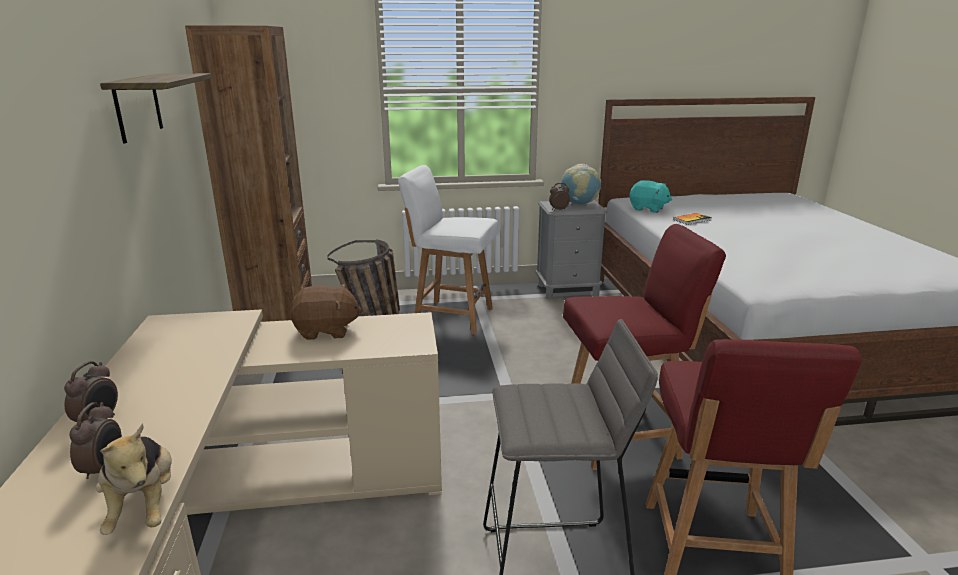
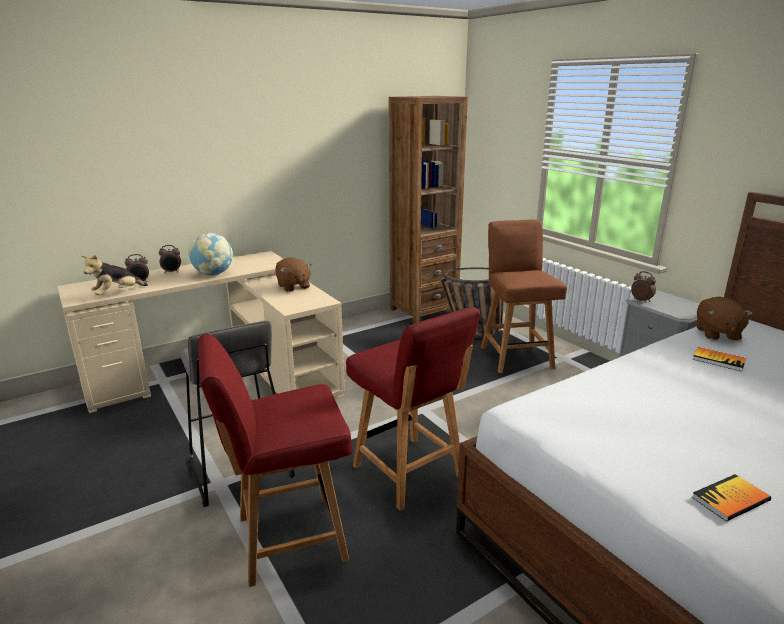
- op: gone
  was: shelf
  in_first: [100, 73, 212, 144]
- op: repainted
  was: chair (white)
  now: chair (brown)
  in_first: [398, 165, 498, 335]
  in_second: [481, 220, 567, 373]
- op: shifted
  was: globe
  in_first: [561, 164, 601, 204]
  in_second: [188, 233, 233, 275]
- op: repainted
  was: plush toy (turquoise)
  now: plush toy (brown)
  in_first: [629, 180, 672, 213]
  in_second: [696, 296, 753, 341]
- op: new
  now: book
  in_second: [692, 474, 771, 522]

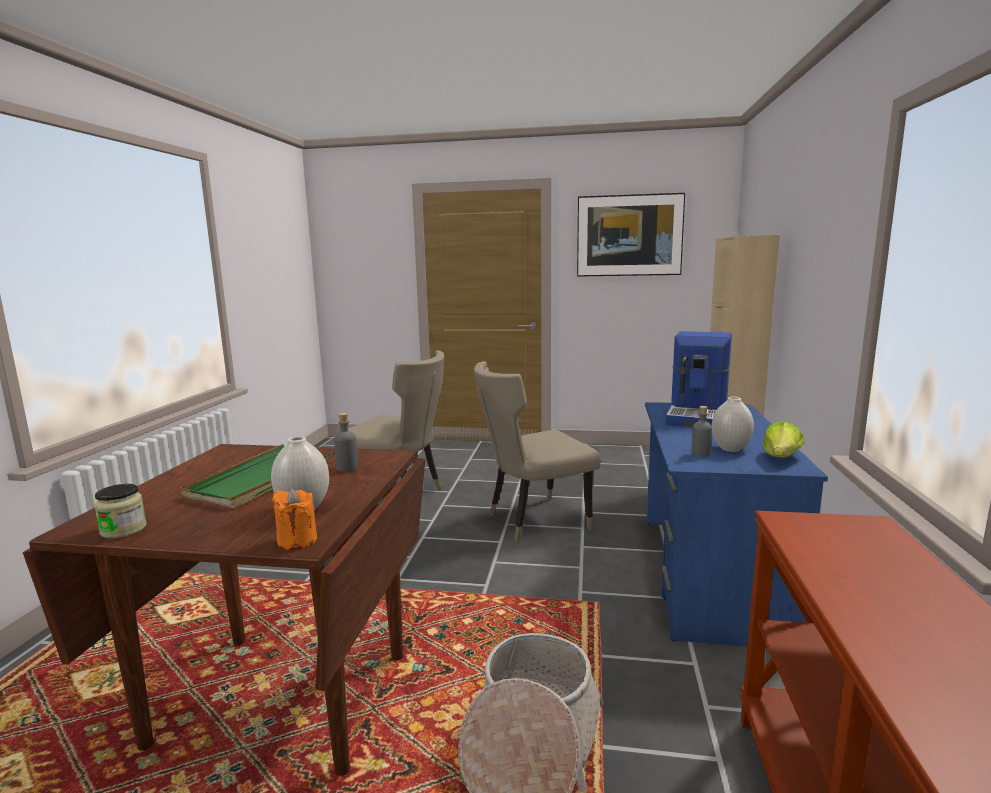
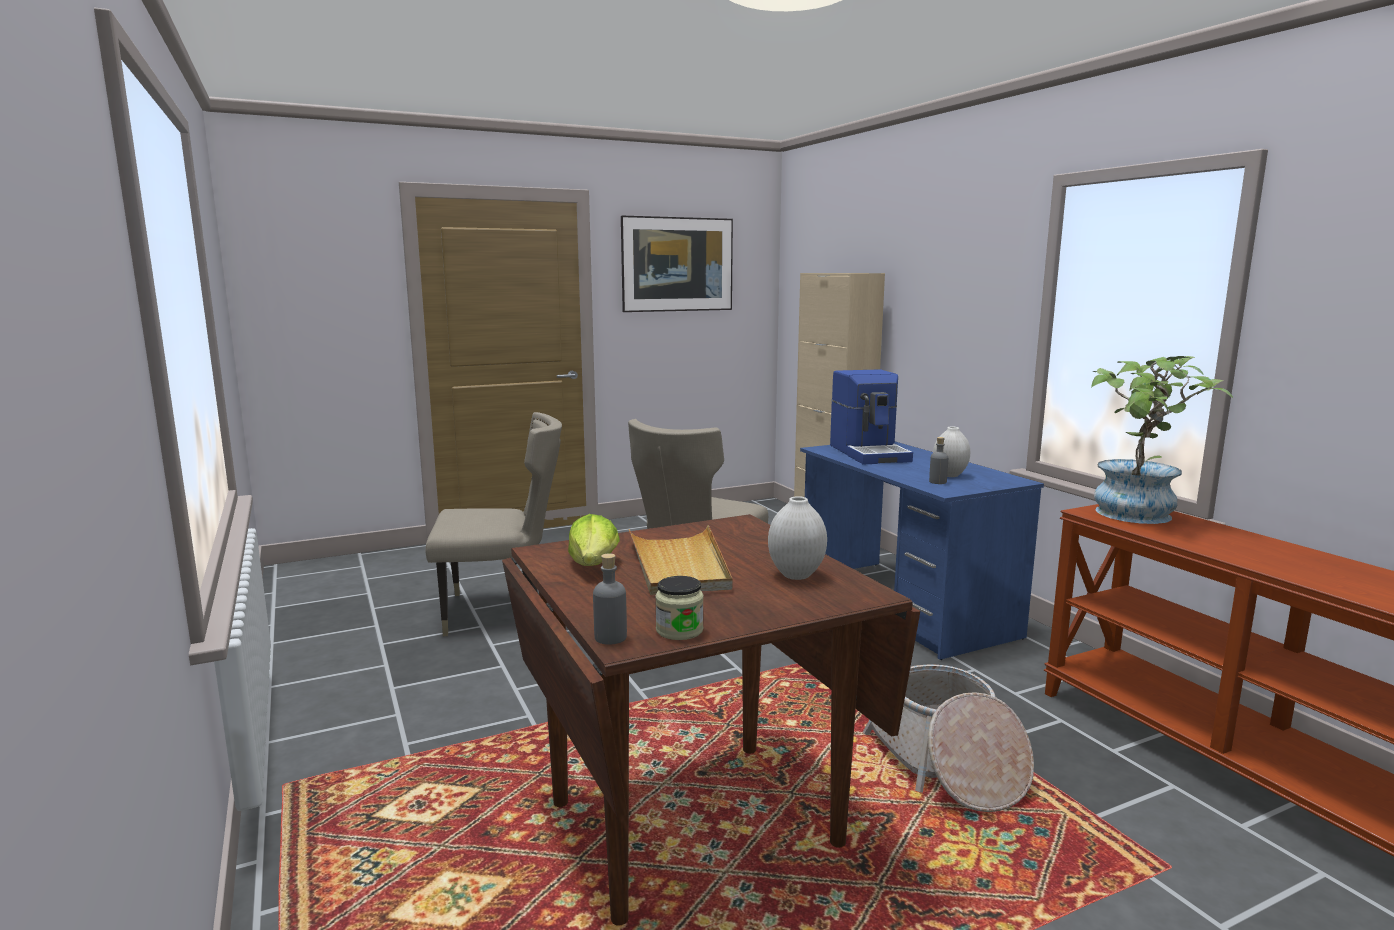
- op: repainted
  was: tray (green)
  now: tray (beige)
  in_first: [181, 444, 335, 508]
  in_second: [629, 525, 732, 595]
- op: gone
  was: candle (orange)
  in_first: [272, 489, 317, 550]
- op: shifted
  was: bottle (grey)
  in_first: [334, 413, 358, 472]
  in_second: [593, 553, 627, 645]
- op: shifted
  was: lettuce
  in_first: [763, 421, 805, 457]
  in_second: [568, 514, 620, 566]
- op: new
  now: potted plant
  in_second: [1091, 356, 1233, 524]

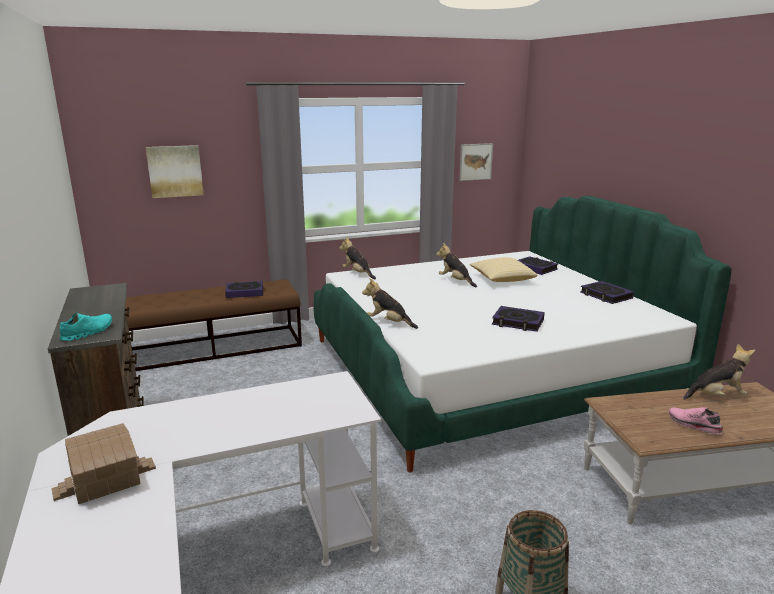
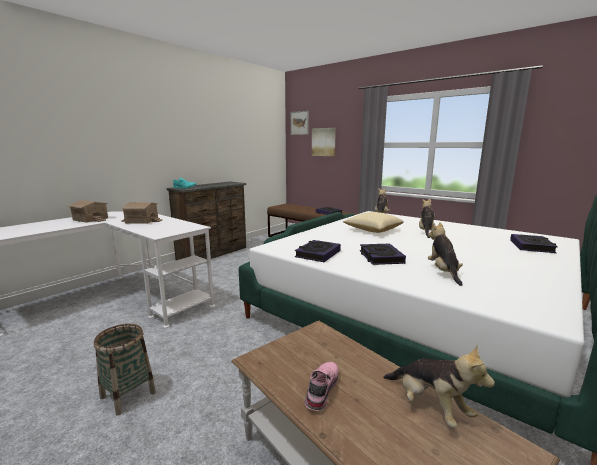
- op: shifted
  was: plush toy
  in_first: [362, 278, 418, 329]
  in_second: [428, 222, 463, 286]
- op: shifted
  was: picture
  in_first: [459, 143, 493, 181]
  in_second: [291, 111, 309, 135]
- op: shifted
  was: pillow
  in_first: [470, 257, 537, 282]
  in_second: [343, 212, 404, 233]
- op: shifted
  was: book
  in_first: [580, 281, 634, 304]
  in_second: [295, 240, 341, 262]
- op: new
  now: toy house
  in_second: [121, 202, 162, 224]

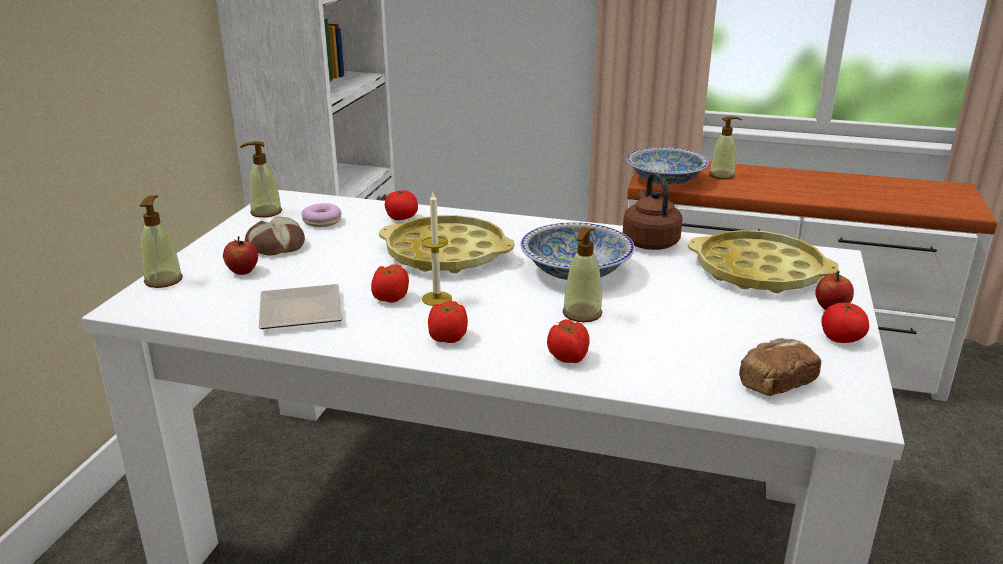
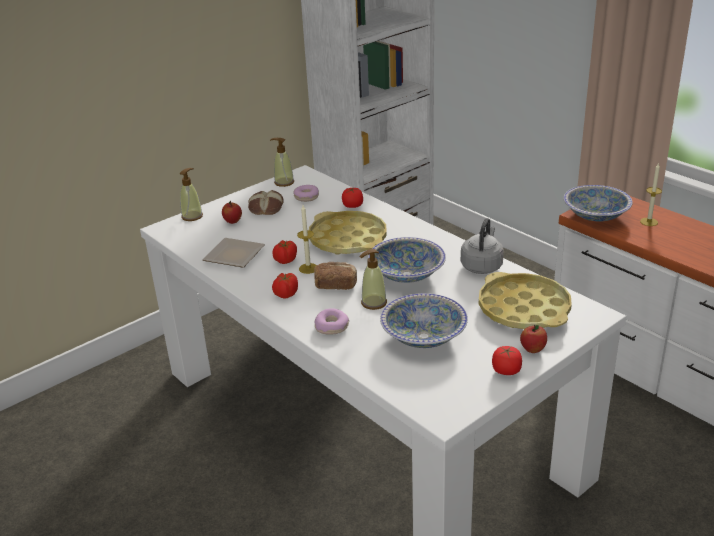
- op: swapped
  was: tomato
  now: donut
  in_first: [547, 319, 590, 363]
  in_second: [314, 308, 349, 335]
- op: repainted
  was: kettle (brown)
  now: kettle (grey)
  in_first: [623, 173, 683, 250]
  in_second: [461, 218, 504, 274]
- op: swapped
  was: soap dispenser
  now: candle
  in_first: [709, 116, 742, 180]
  in_second: [640, 164, 662, 226]
- op: shifted
  was: bread
  in_first: [739, 338, 821, 396]
  in_second: [314, 262, 357, 290]
- op: new
  now: bowl
  in_second: [380, 293, 468, 348]

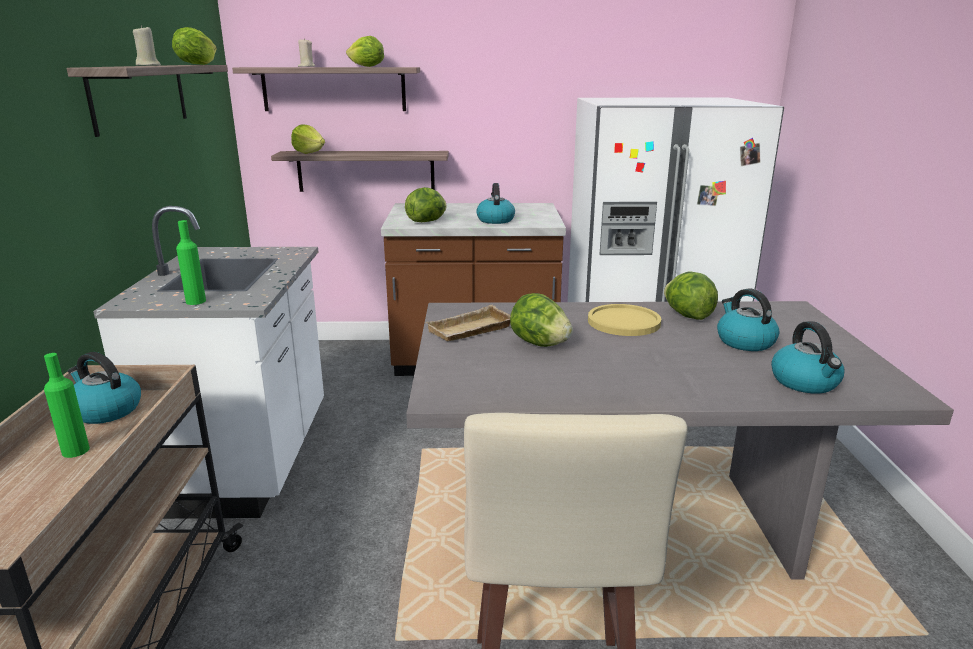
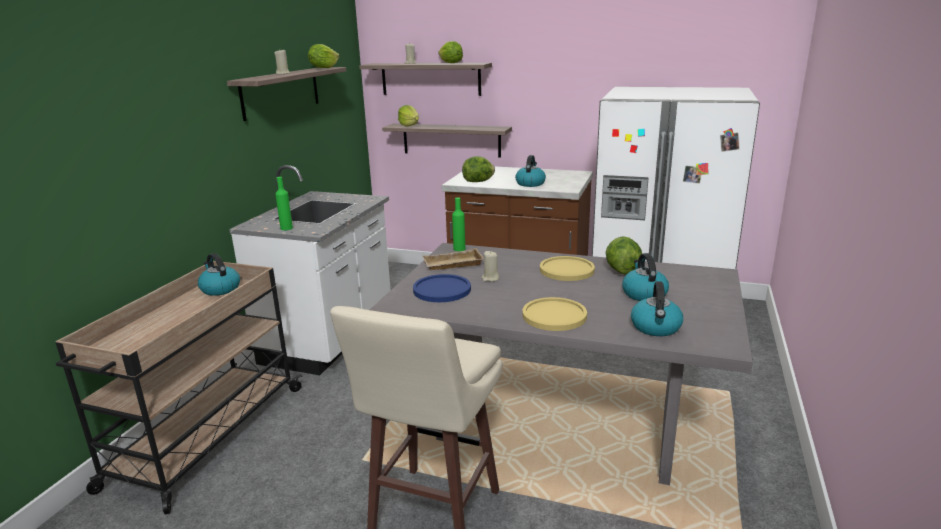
- op: shifted
  was: bottle (green)
  in_first: [44, 353, 90, 458]
  in_second: [452, 198, 465, 251]
- op: swapped
  was: lettuce
  now: candle (beige)
  in_first: [510, 293, 573, 347]
  in_second: [482, 251, 500, 282]
- op: new
  now: plate (blue)
  in_second: [413, 274, 471, 302]
- op: new
  now: plate (yellow)
  in_second: [522, 297, 587, 331]

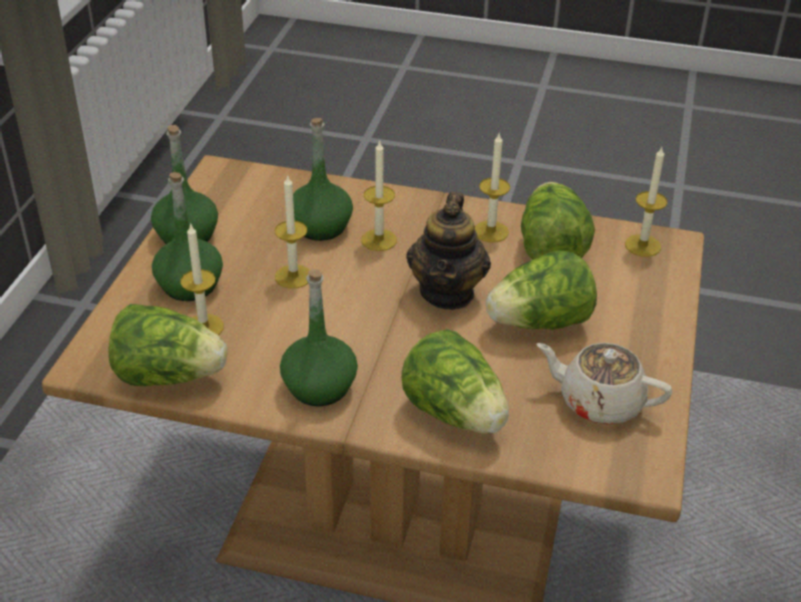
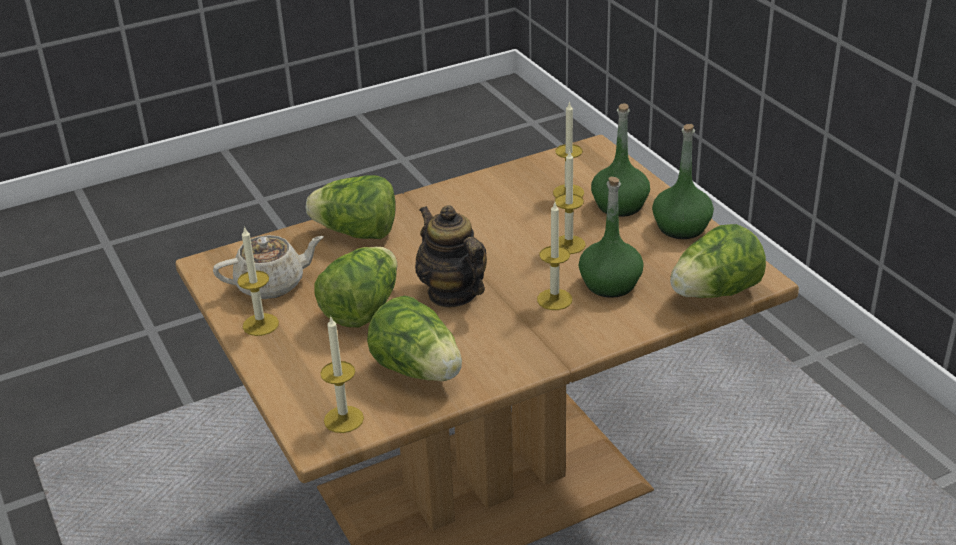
- op: shifted
  was: lettuce
  in_first: [108, 304, 227, 386]
  in_second: [670, 224, 766, 298]
- op: gone
  was: bottle (green)
  in_first: [280, 269, 358, 406]
- op: shifted
  was: candle
  in_first: [475, 134, 510, 243]
  in_second: [237, 226, 279, 336]

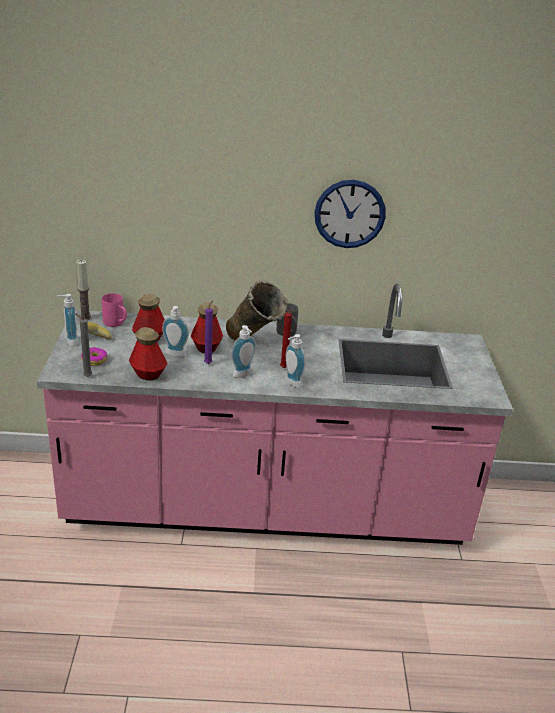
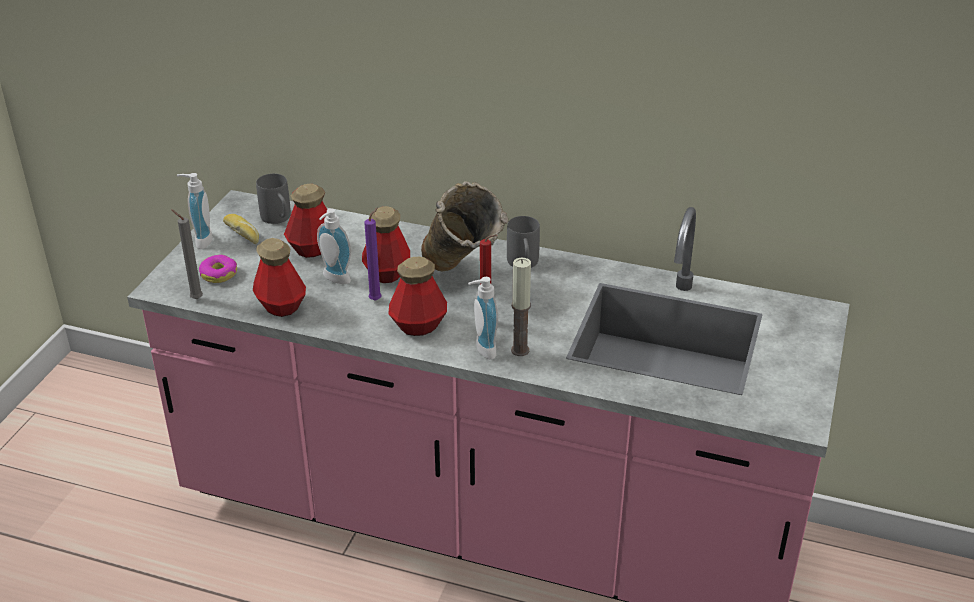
- op: shifted
  was: candle
  in_first: [76, 260, 91, 320]
  in_second: [511, 257, 531, 356]
- op: repainted
  was: mug (pink)
  now: mug (grey)
  in_first: [102, 293, 127, 327]
  in_second: [256, 174, 291, 224]
- op: swapped
  was: soap dispenser
  now: bottle
  in_first: [231, 325, 256, 378]
  in_second: [388, 257, 447, 336]
- op: gone
  was: wall clock
  in_first: [314, 180, 386, 248]

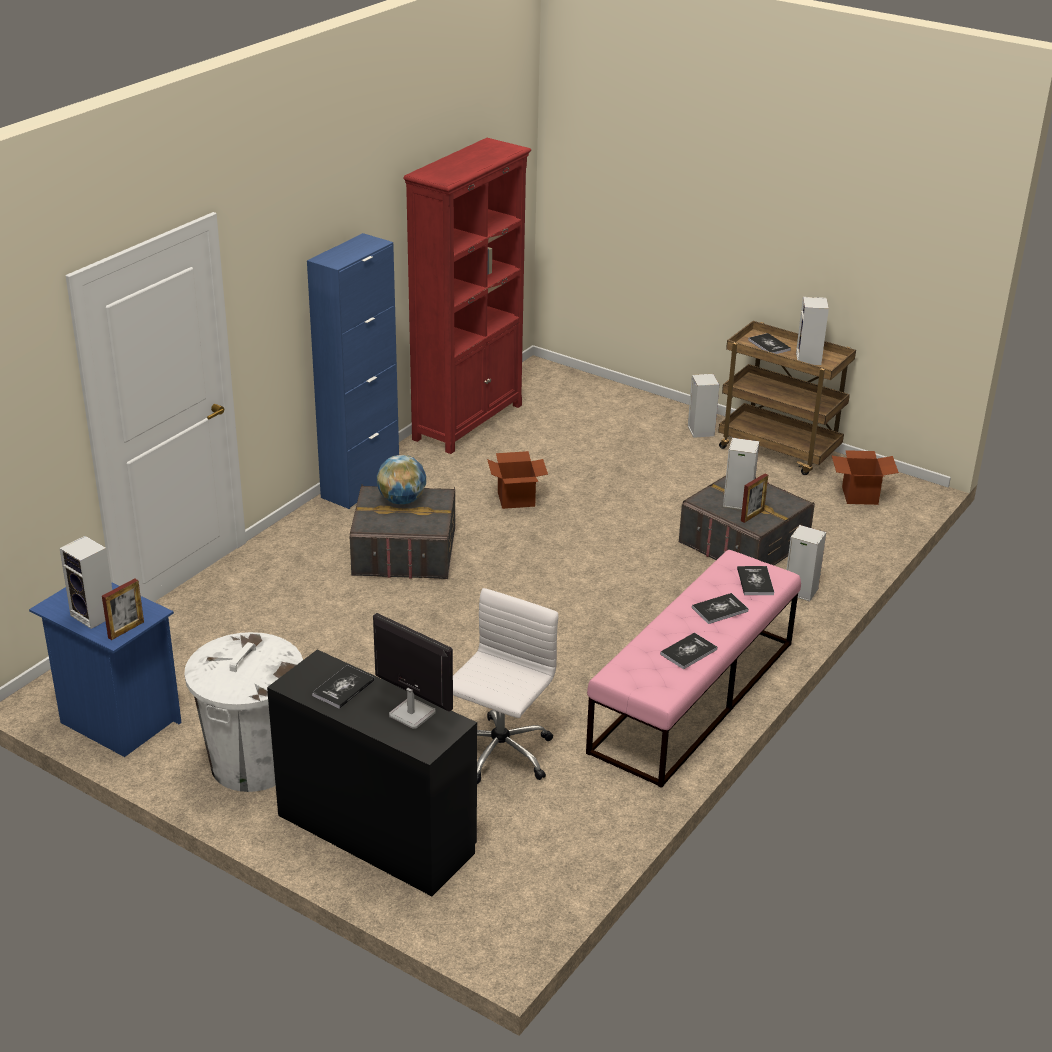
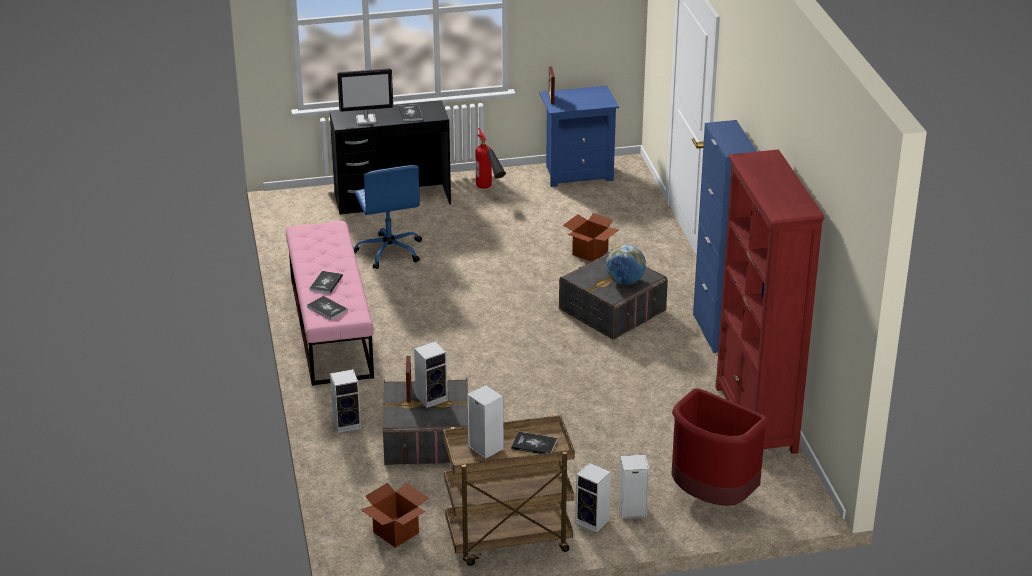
- op: shifted
  was: speaker
  in_first: [59, 536, 112, 629]
  in_second: [618, 454, 649, 519]
- op: swapped
  was: trash can (white)
  now: fire extinguisher
  in_first: [184, 632, 303, 792]
  in_second: [476, 128, 506, 189]
- op: repainted
  was: office chair (white)
  now: office chair (blue)
  in_first: [453, 588, 559, 784]
  in_second: [353, 165, 422, 269]
- op: shifted
  was: cardboard box
  in_first: [487, 451, 548, 509]
  in_second: [563, 213, 619, 262]
- op: gone
  was: book
  in_first: [660, 633, 717, 669]
- op: new
  now: trash can (red)
  in_second: [671, 388, 768, 506]

